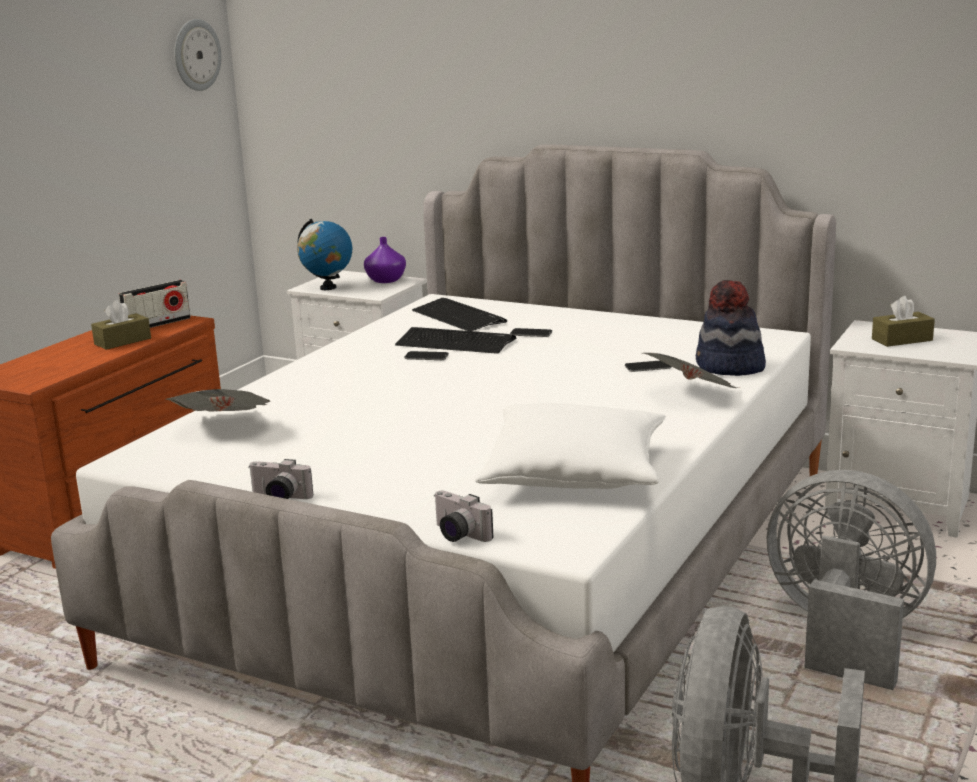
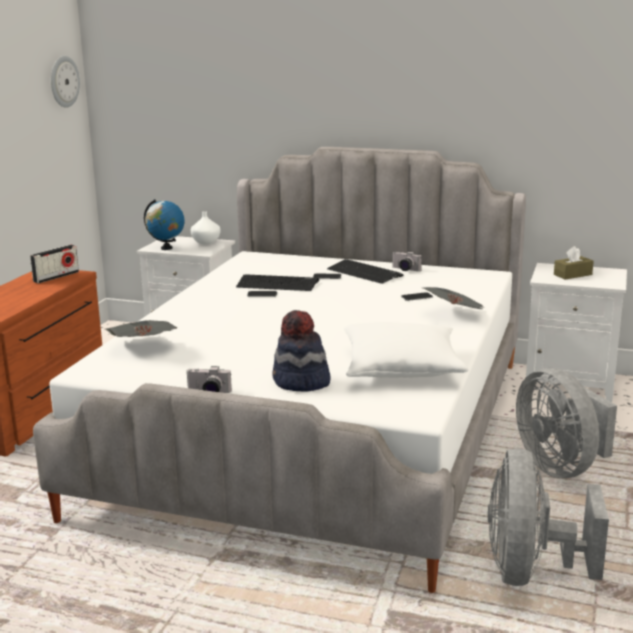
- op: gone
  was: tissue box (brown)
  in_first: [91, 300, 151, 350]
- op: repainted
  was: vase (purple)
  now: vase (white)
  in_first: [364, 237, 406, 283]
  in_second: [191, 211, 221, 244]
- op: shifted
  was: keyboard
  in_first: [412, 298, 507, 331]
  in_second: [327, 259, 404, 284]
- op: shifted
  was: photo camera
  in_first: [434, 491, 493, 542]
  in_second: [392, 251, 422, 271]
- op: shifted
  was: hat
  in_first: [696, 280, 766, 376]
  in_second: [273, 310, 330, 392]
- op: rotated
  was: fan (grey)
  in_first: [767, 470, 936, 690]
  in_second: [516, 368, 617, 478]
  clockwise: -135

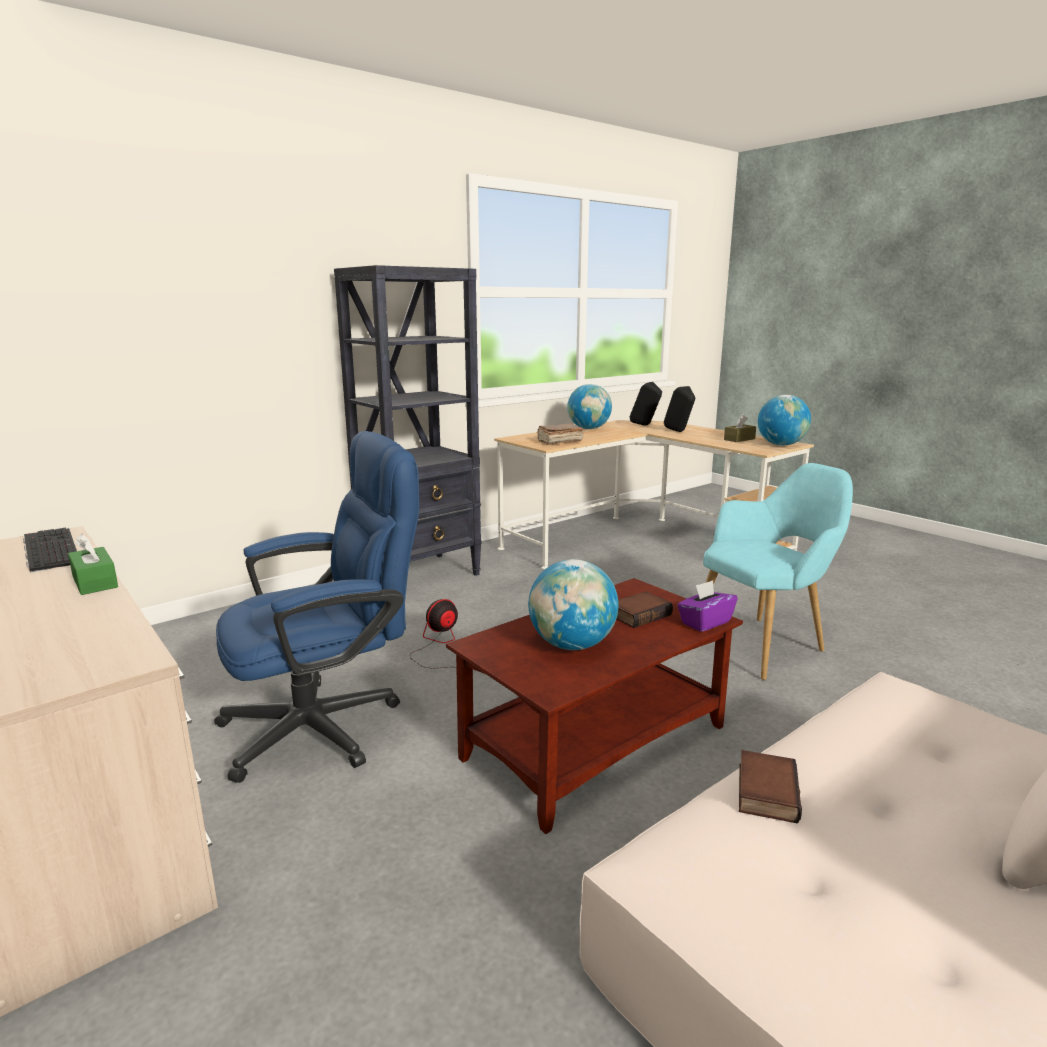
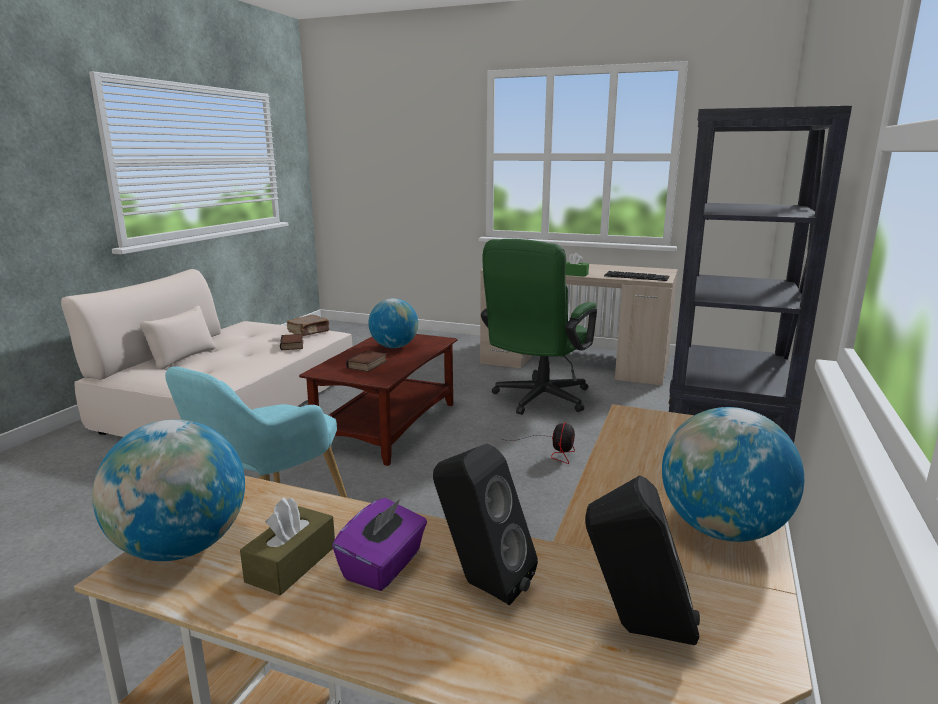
- op: repainted
  was: office chair (blue)
  now: office chair (green)
  in_first: [214, 431, 419, 783]
  in_second: [481, 239, 597, 415]
- op: shifted
  was: book (brown)
  in_first: [537, 424, 584, 445]
  in_second: [286, 315, 329, 336]
- op: shifted
  was: tissue box (purple)
  in_first: [677, 580, 738, 632]
  in_second: [332, 498, 427, 591]

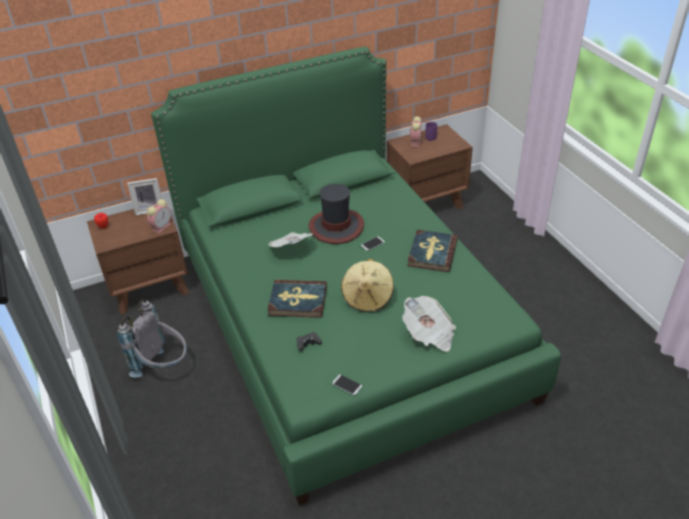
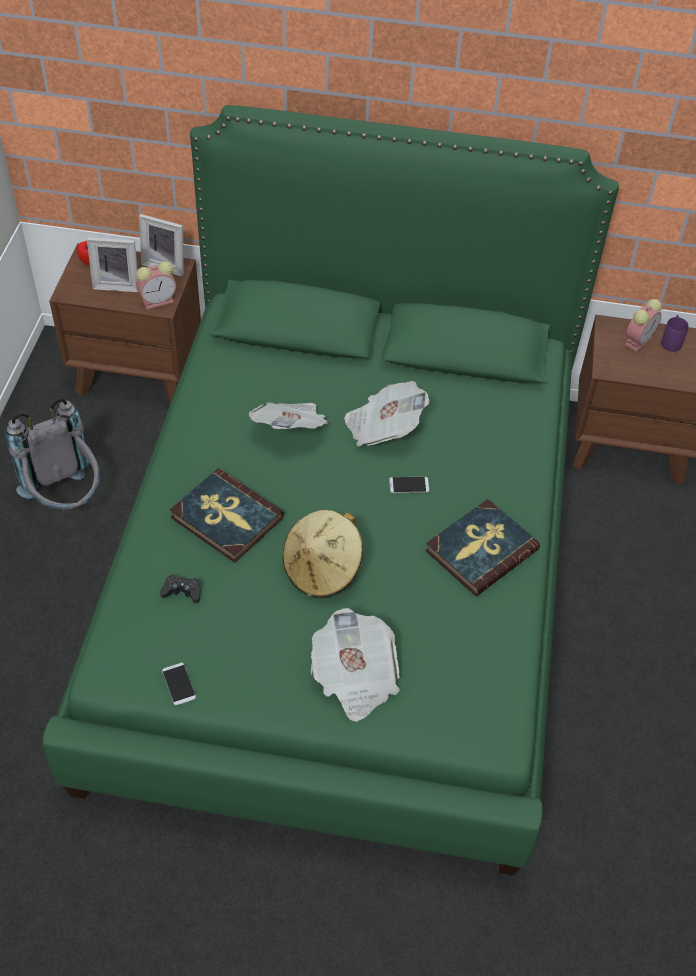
- op: swapped
  was: hat
  now: newspaper
  in_first: [308, 184, 364, 244]
  in_second: [344, 381, 429, 447]
- op: new
  now: picture frame
  in_second: [87, 237, 139, 292]

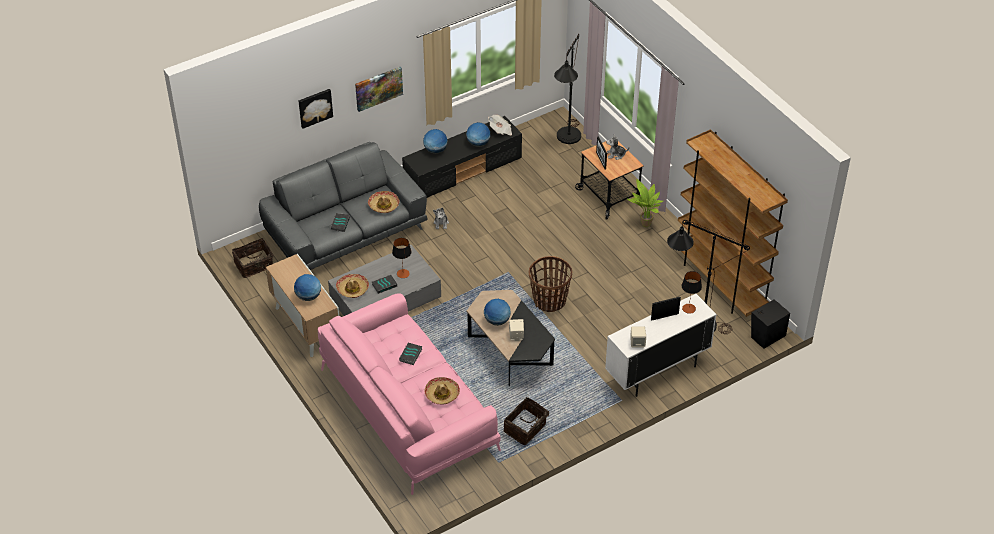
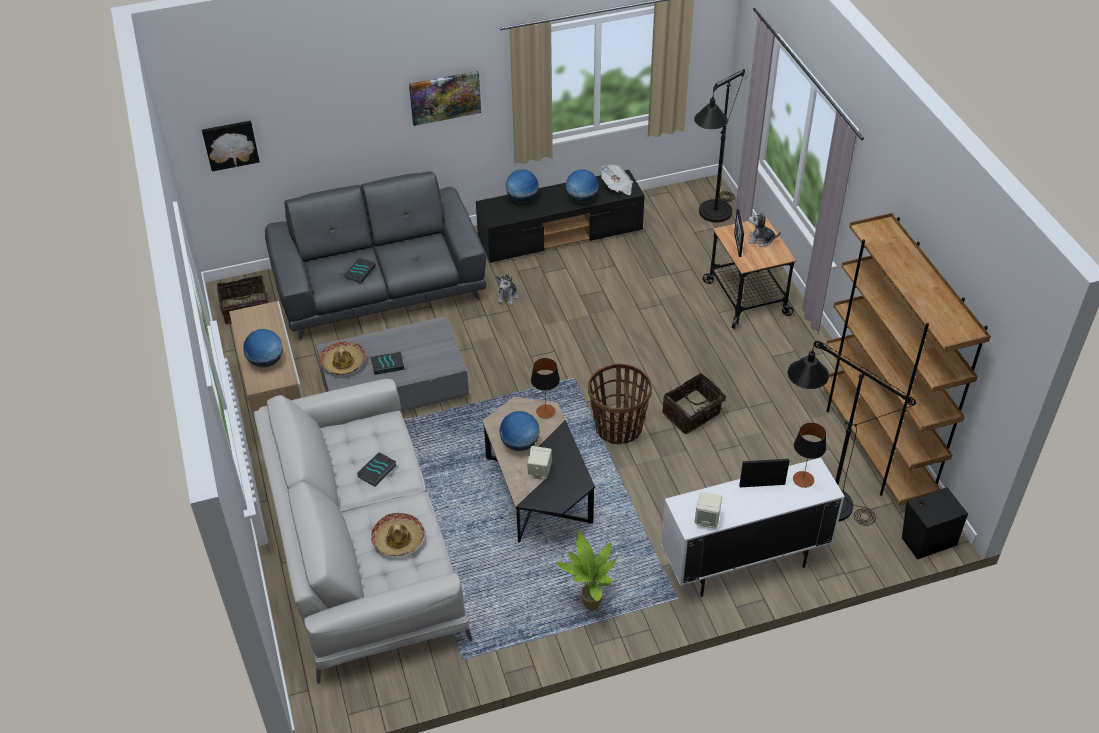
- op: shifted
  was: picture
  in_first: [299, 89, 333, 129]
  in_second: [202, 121, 260, 172]
- op: repainted
  was: sofa (pink)
  now: sofa (white)
  in_first: [318, 293, 501, 495]
  in_second: [254, 379, 473, 684]
- op: gone
  was: hat
  in_first: [368, 191, 399, 213]
- op: shifted
  was: table lamp
  in_first: [392, 238, 411, 278]
  in_second: [531, 358, 560, 419]
- op: shifted
  was: basket
  in_first: [504, 397, 549, 445]
  in_second: [662, 373, 730, 434]
- op: shifted
  was: potted plant
  in_first: [628, 179, 663, 227]
  in_second: [556, 531, 616, 610]

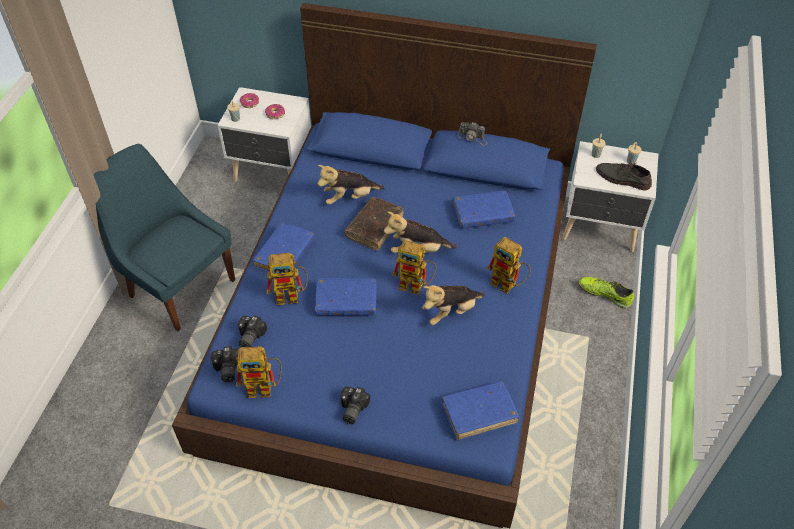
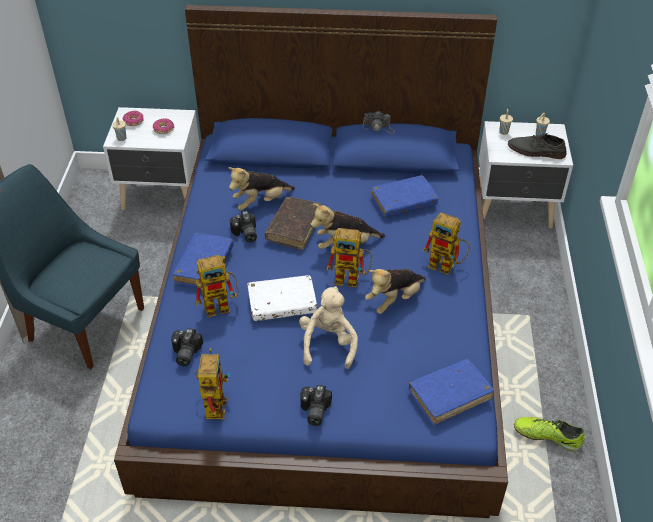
- op: shifted
  was: photo camera
  in_first: [211, 346, 238, 383]
  in_second: [230, 211, 257, 243]
- op: rotated
  was: toy robot
  in_first: [236, 346, 282, 398]
  in_second: [195, 348, 230, 419]
  clockwise: -75
- op: repainted
  was: book (blue)
  now: book (white)
  in_first: [315, 278, 377, 316]
  in_second: [248, 275, 317, 321]
- op: shifted
  was: shoe
  in_first: [579, 277, 634, 308]
  in_second: [514, 417, 585, 451]
- op: new
  now: plush toy (beige)
  in_second: [299, 286, 358, 369]

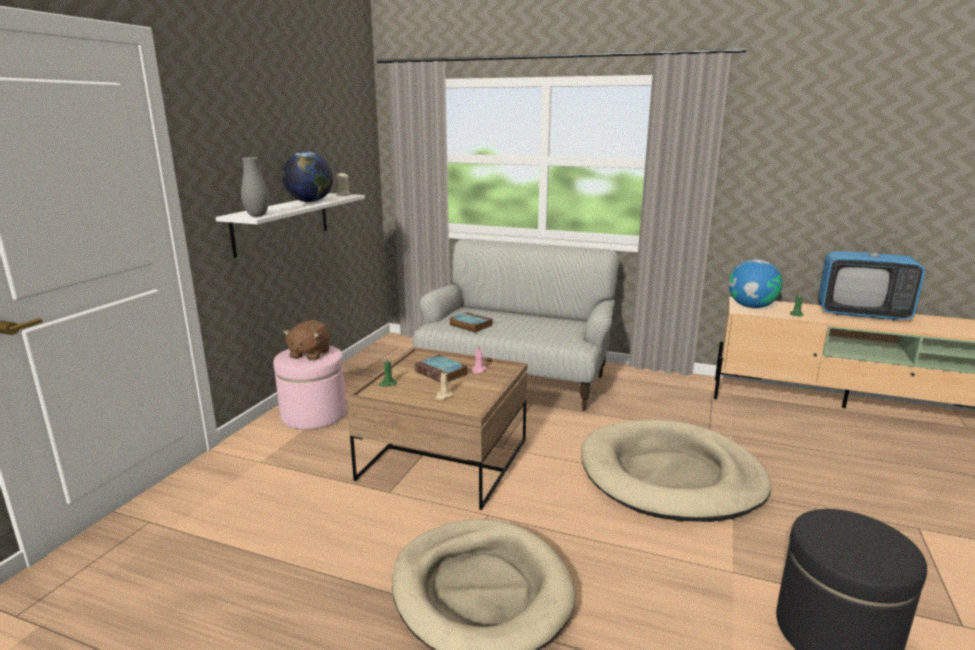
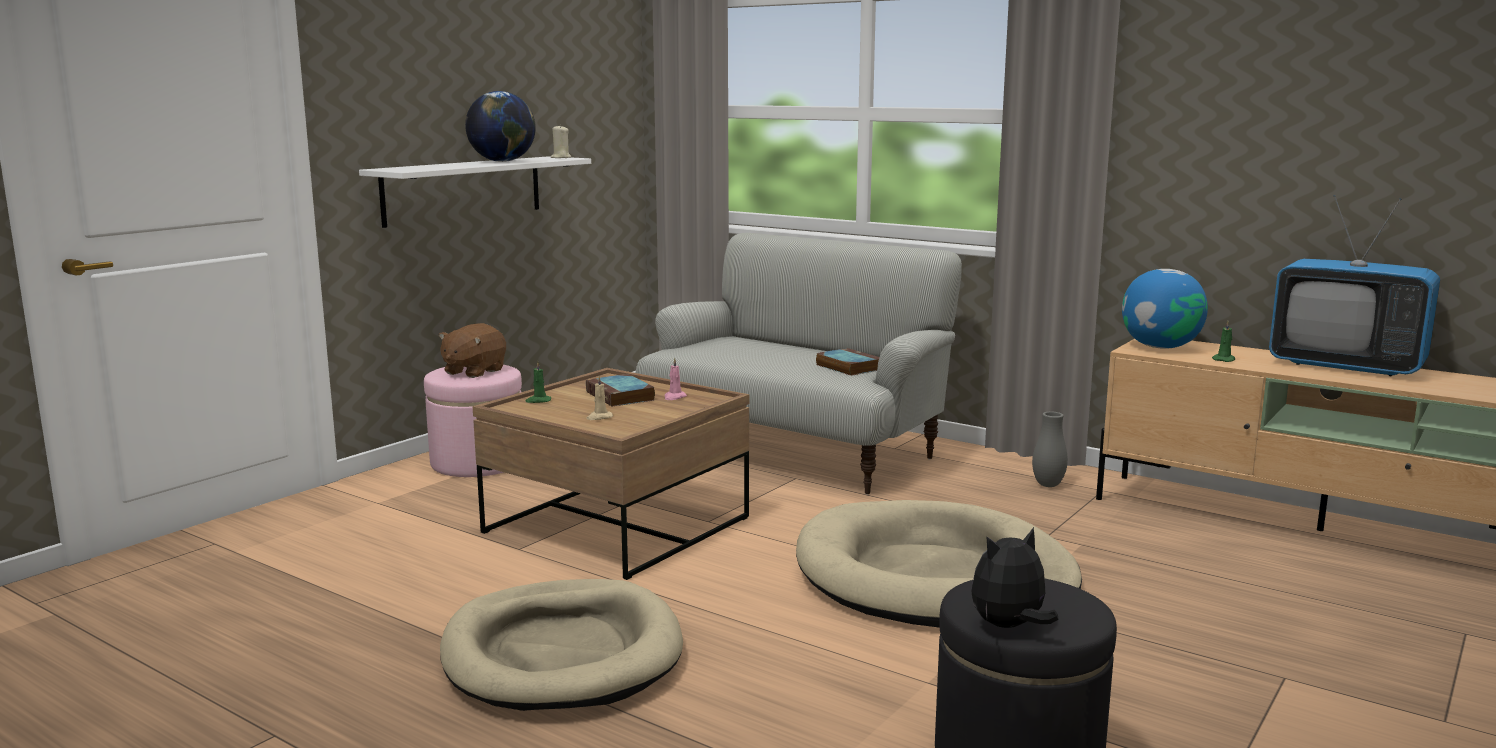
- op: shifted
  was: vase (grey)
  in_first: [241, 157, 269, 217]
  in_second: [1032, 412, 1068, 487]
- op: shifted
  was: book
  in_first: [450, 312, 493, 333]
  in_second: [816, 348, 879, 376]
- op: new
  now: plush toy
  in_second: [971, 527, 1058, 628]

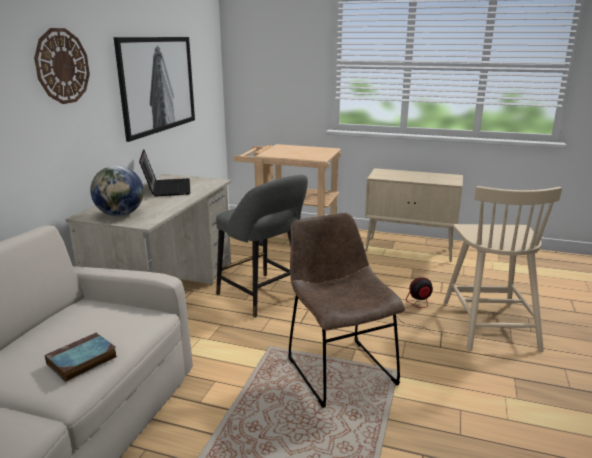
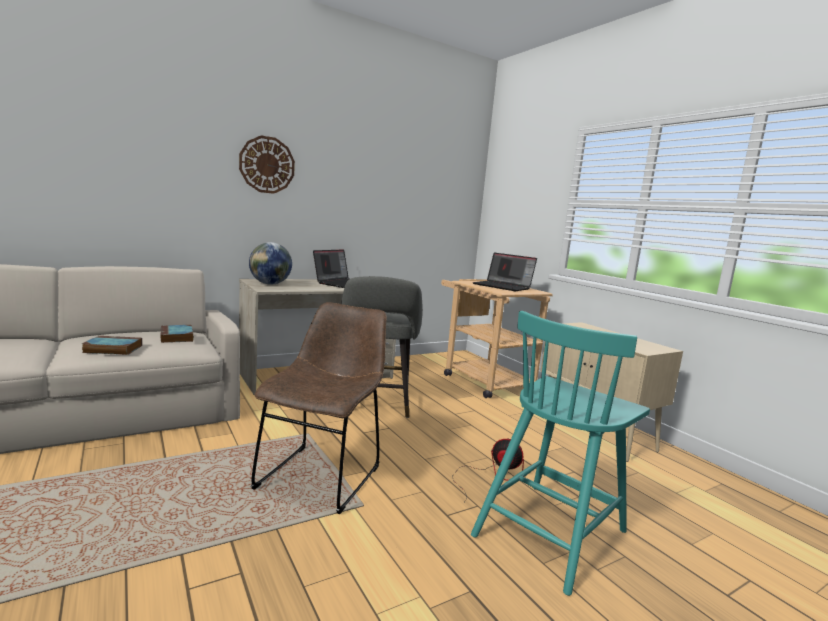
- op: gone
  was: picture
  in_first: [114, 37, 195, 142]
- op: repainted
  was: chair (beige)
  now: chair (turquoise)
  in_first: [444, 186, 562, 352]
  in_second: [471, 311, 650, 596]
- op: new
  now: book
  in_second: [161, 325, 194, 343]
- op: new
  now: laptop
  in_second: [472, 253, 537, 291]

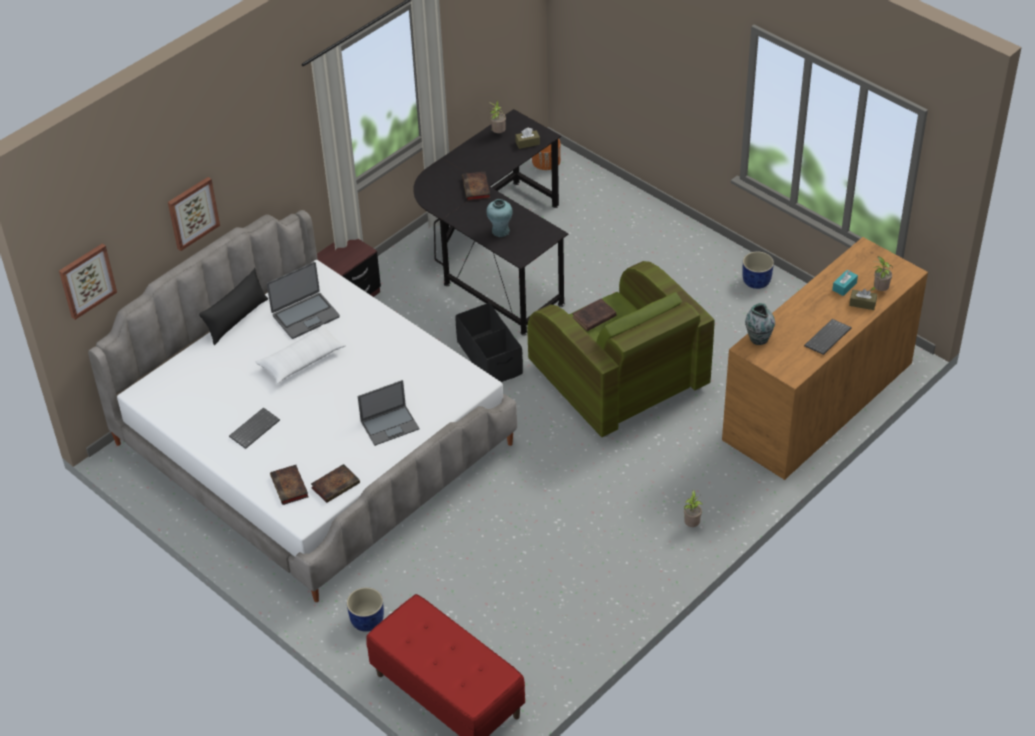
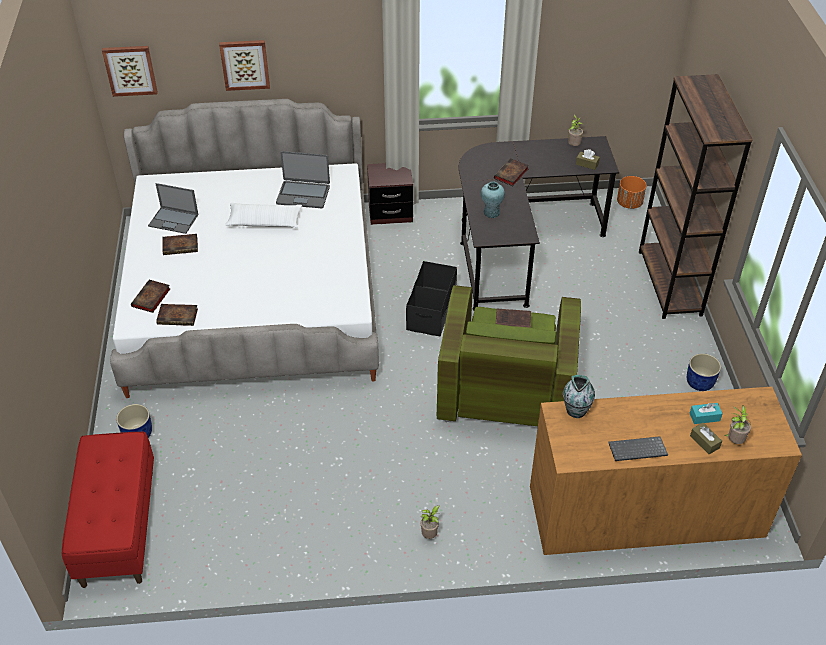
- op: gone
  was: pillow (black)
  in_first: [199, 268, 268, 345]
- op: swapped
  was: keyboard
  now: book
  in_first: [229, 407, 280, 449]
  in_second: [162, 234, 198, 255]
- op: shifted
  was: laptop
  in_first: [358, 380, 420, 446]
  in_second: [148, 183, 199, 234]
- op: new
  now: bookcase (brown)
  in_second: [639, 74, 753, 319]

